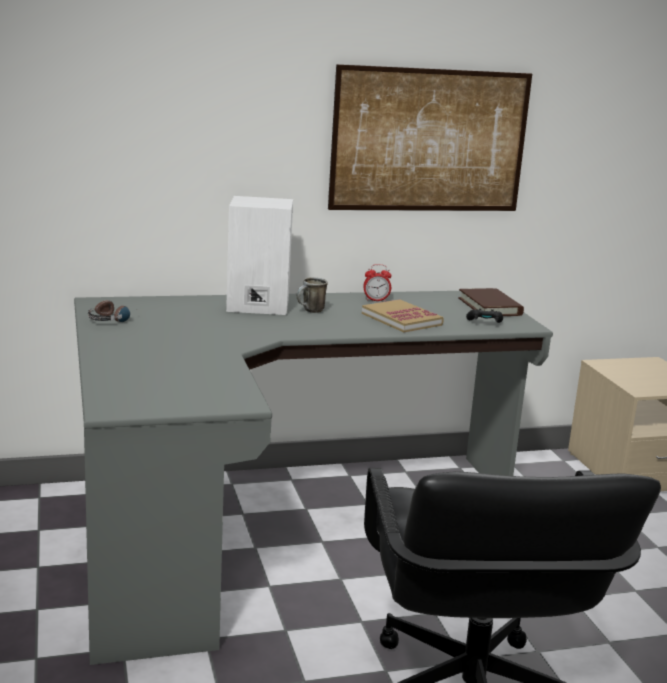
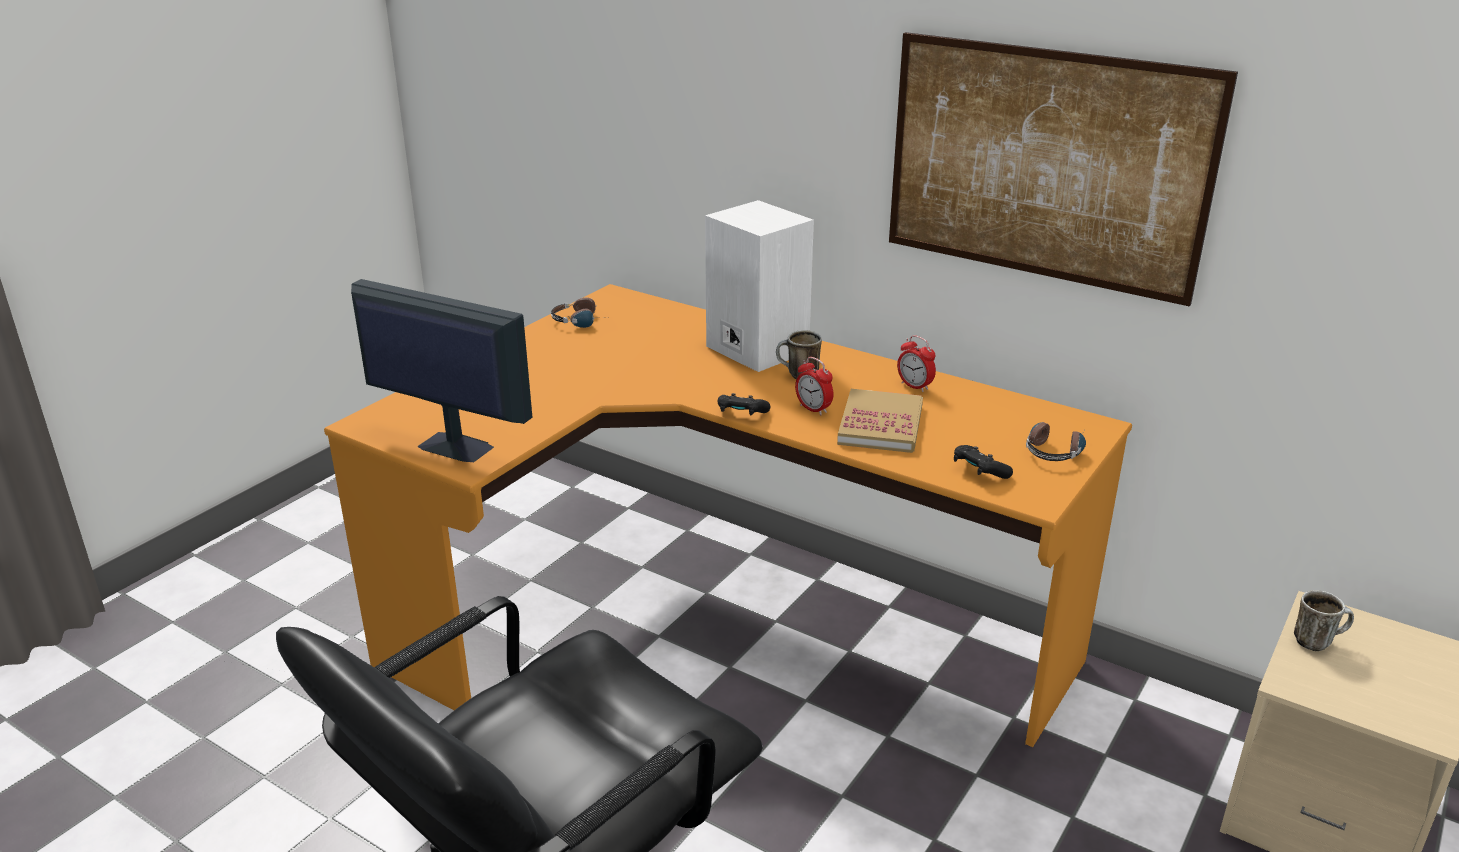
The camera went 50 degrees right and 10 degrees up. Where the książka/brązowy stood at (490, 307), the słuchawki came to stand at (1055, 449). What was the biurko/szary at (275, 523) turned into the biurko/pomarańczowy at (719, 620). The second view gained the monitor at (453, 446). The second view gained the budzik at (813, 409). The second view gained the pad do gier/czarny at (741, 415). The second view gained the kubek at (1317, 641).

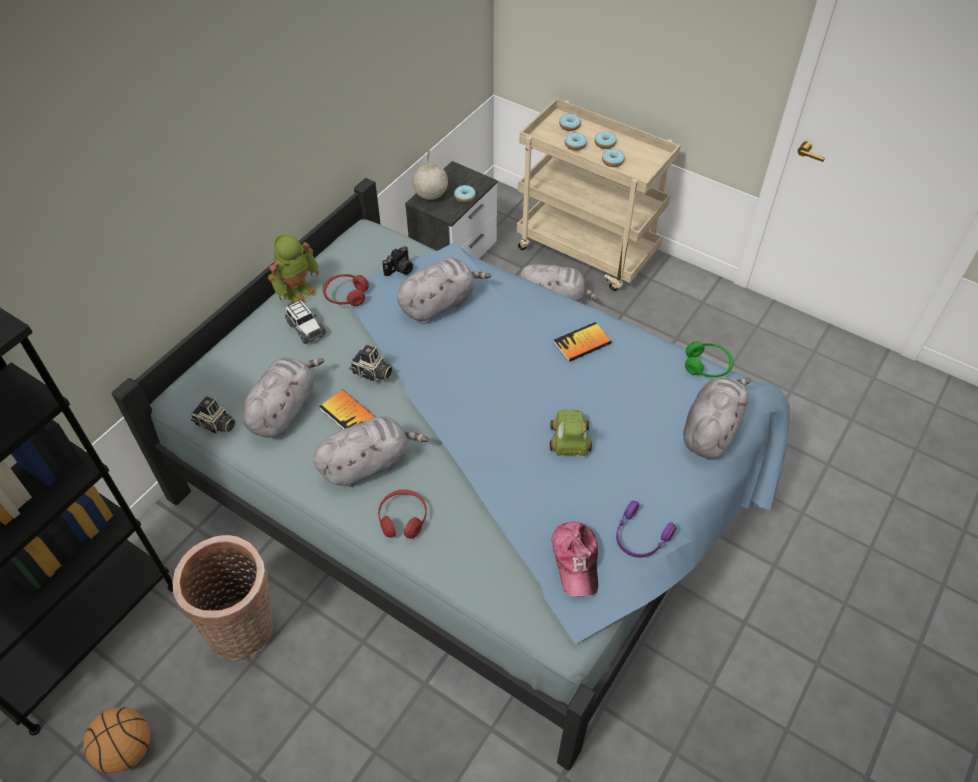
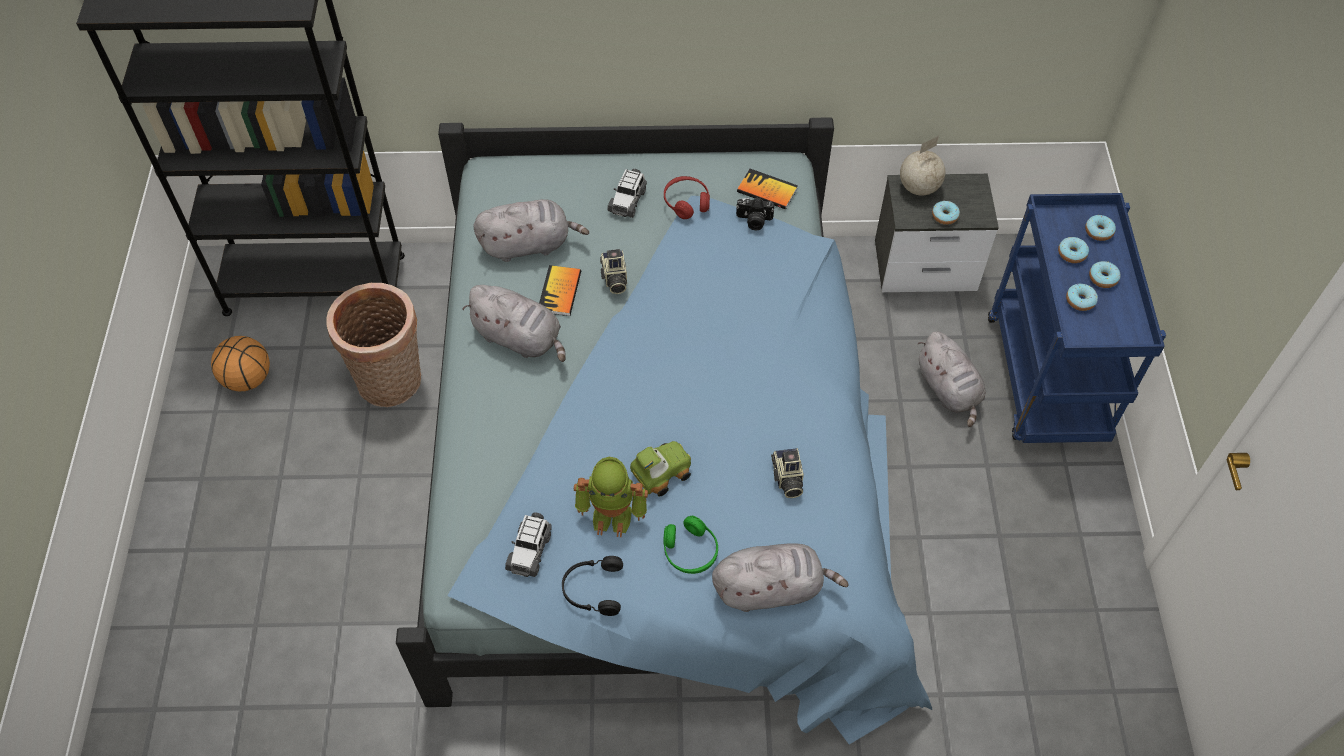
The camera went 55 degrees right and 5 degrees up. What was the wózek/beżowy at (588, 251) turned into the wózek/niebieski at (1047, 381). The robot zabawkowy ended up elsewhere, having gone from (297, 290) to (613, 514). The second view lost the pluszak/szary at (439, 303). The książka ended up elsewhere, having gone from (582, 343) to (767, 190). The słuchawki/zielony ended up elsewhere, having gone from (707, 366) to (690, 551). The aparat fotograficzny ended up elsewhere, having gone from (216, 425) to (787, 479). The second view lost the słuchawki/czerwony at (403, 518). What was the słuchawki/fioletowy at (639, 537) turned into the słuchawki/czarny at (592, 589). Where the czapka z daszkiem stood at (576, 560), the samochodzik came to stand at (530, 550).

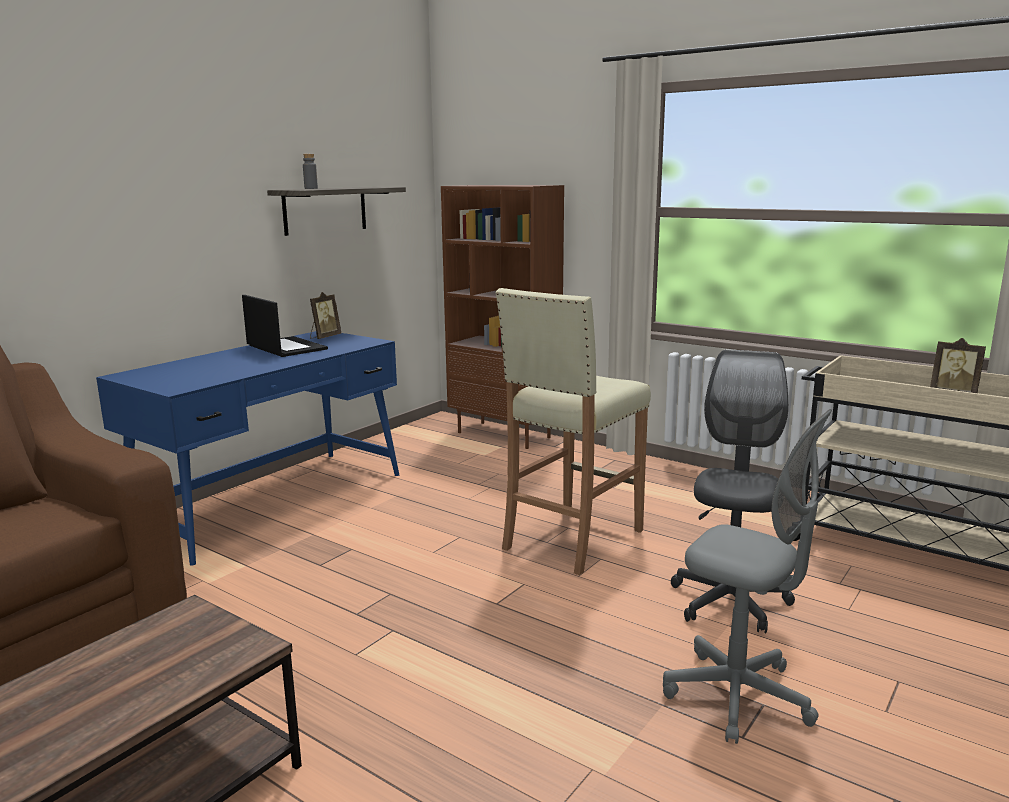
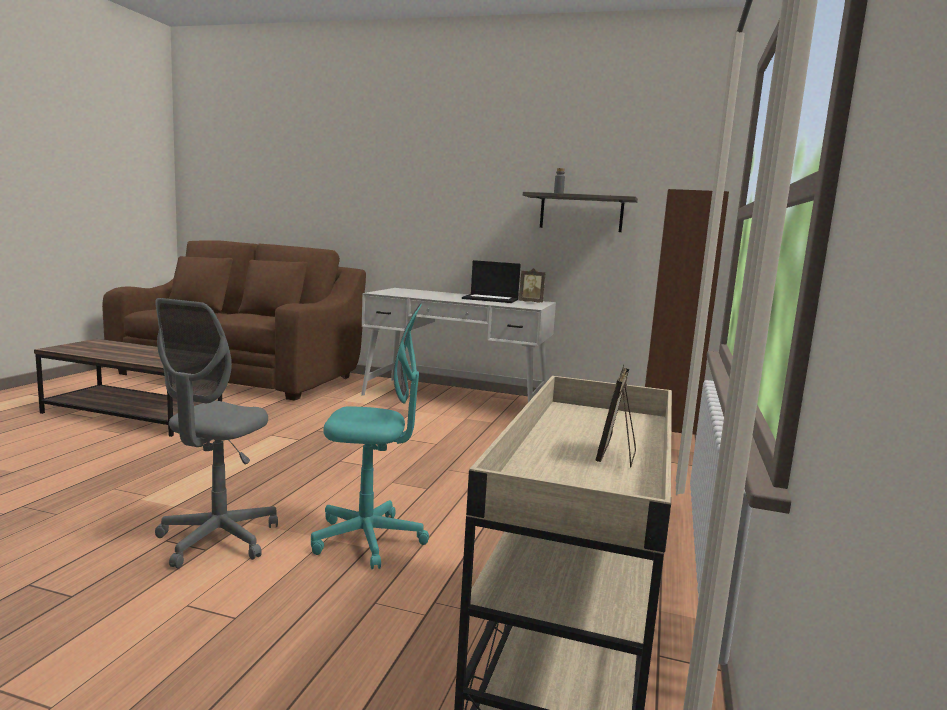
The camera went 70 degrees right and 5 degrees down. The second view lost the stołek/beżowy at (572, 540). The laptop at (285, 347) ended up facing another way, 75 degrees clockwise from before. What was the biurko/niebieski at (273, 501) turned into the biurko/biały at (455, 398). What was the krzesło biurowe/szary at (729, 602) turned into the krzesło biurowe/turkusowy at (368, 540).

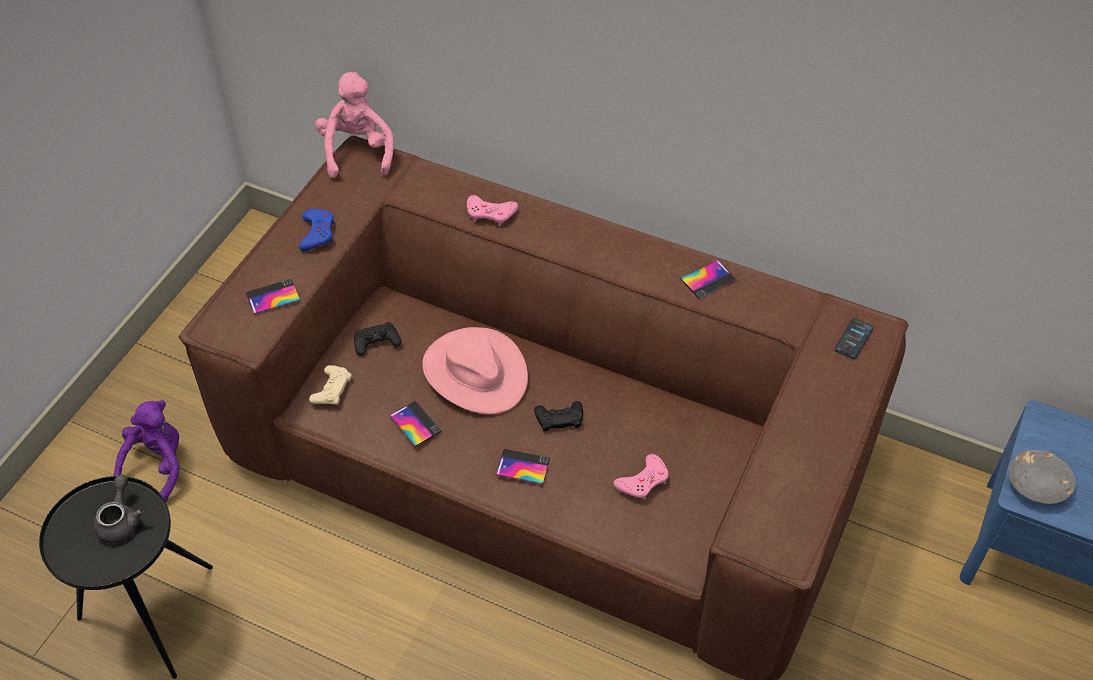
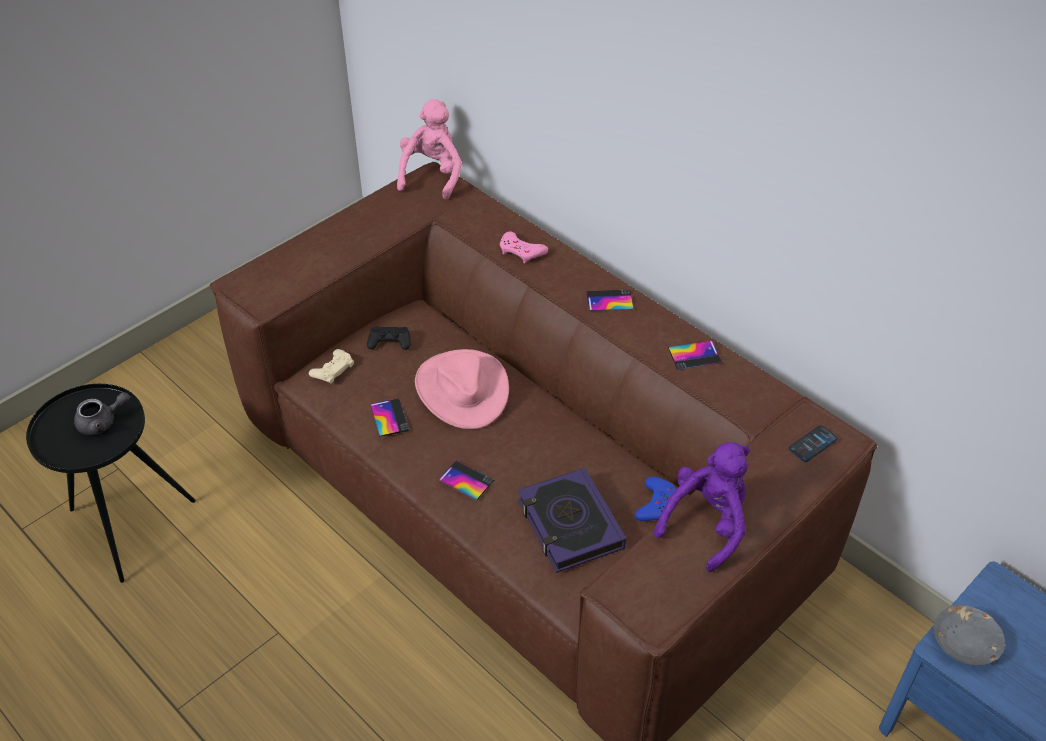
The camera went 20 degrees right and 5 degrees down. The pad do gier/niebieski ended up elsewhere, having gone from (317, 233) to (656, 503). The telefon ended up elsewhere, having gone from (272, 296) to (609, 300). The pluszak/fioletowy ended up elsewhere, having gone from (157, 466) to (707, 524). The second view lost the pad do gier/czarny at (559, 418). Where the pad do gier/różowy stood at (643, 481), the książka came to stand at (570, 525). The imbryk/szary at (120, 520) ended up facing another way, 45 degrees clockwise from before.

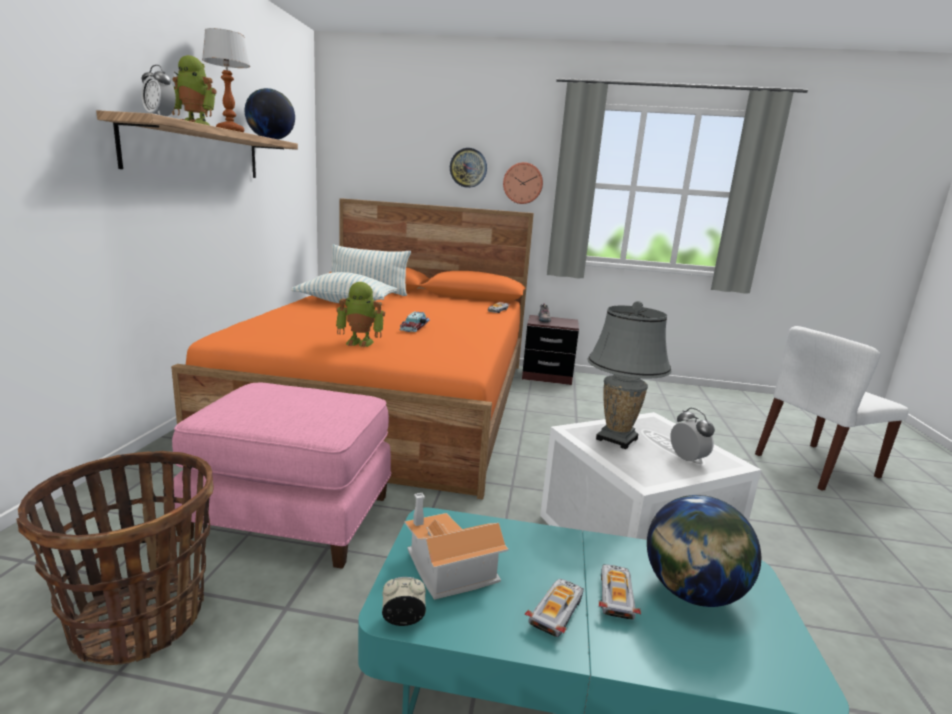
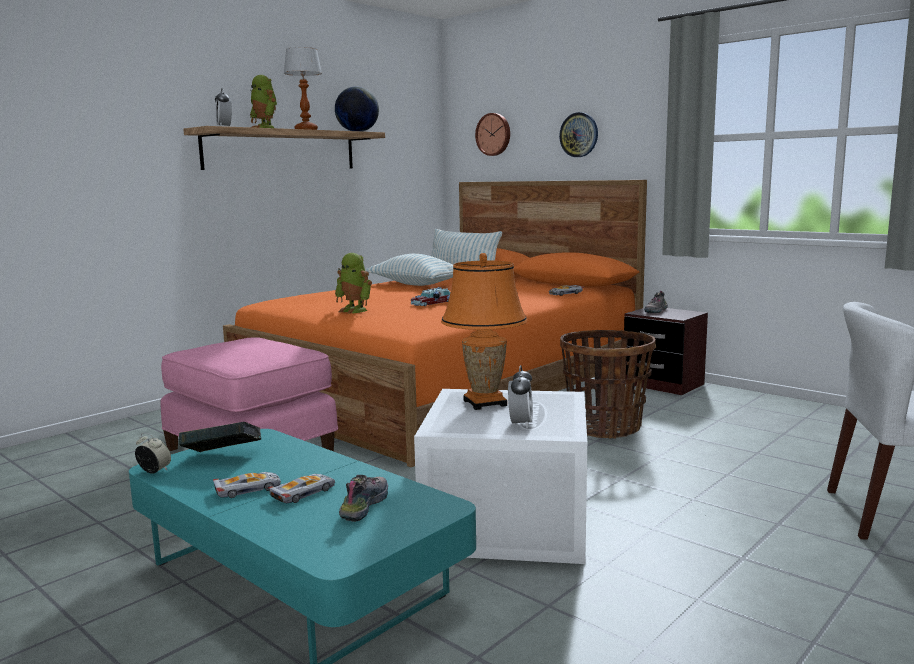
The camera went 35 degrees right and 5 degrees down. The zegar ścienny ended up elsewhere, having gone from (523, 183) to (494, 134). What was the lampa stołowa/szary at (616, 439) turned into the lampa stołowa/pomarańczowy at (484, 403). The koszyk ended up elsewhere, having gone from (139, 620) to (605, 427). Where the domek stood at (447, 568), the książka came to stand at (222, 457). Where the globus stood at (692, 593), the but came to stand at (364, 505).

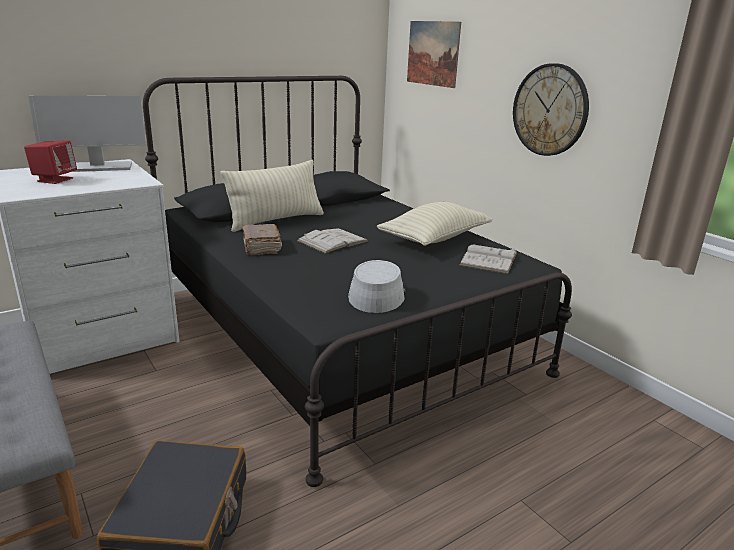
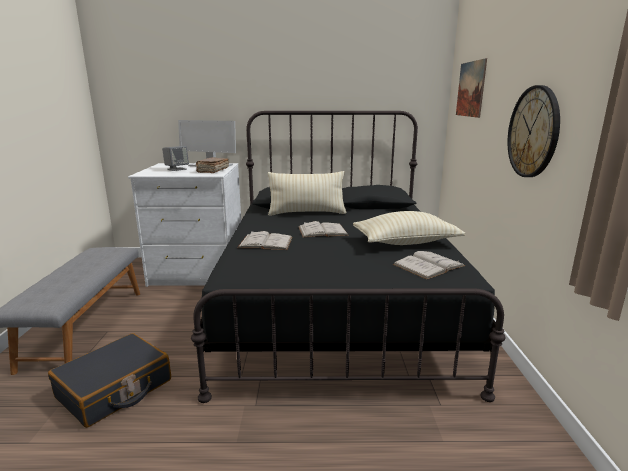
The camera went 35 degrees right and 5 degrees down. What was the głośnik/czerwony at (55, 180) turned into the głośnik/szary at (176, 169). The książka/brązowy ended up elsewhere, having gone from (261, 247) to (212, 171). The second view lost the kapelusz/szary at (377, 294). The second view gained the książka/biały at (265, 242).

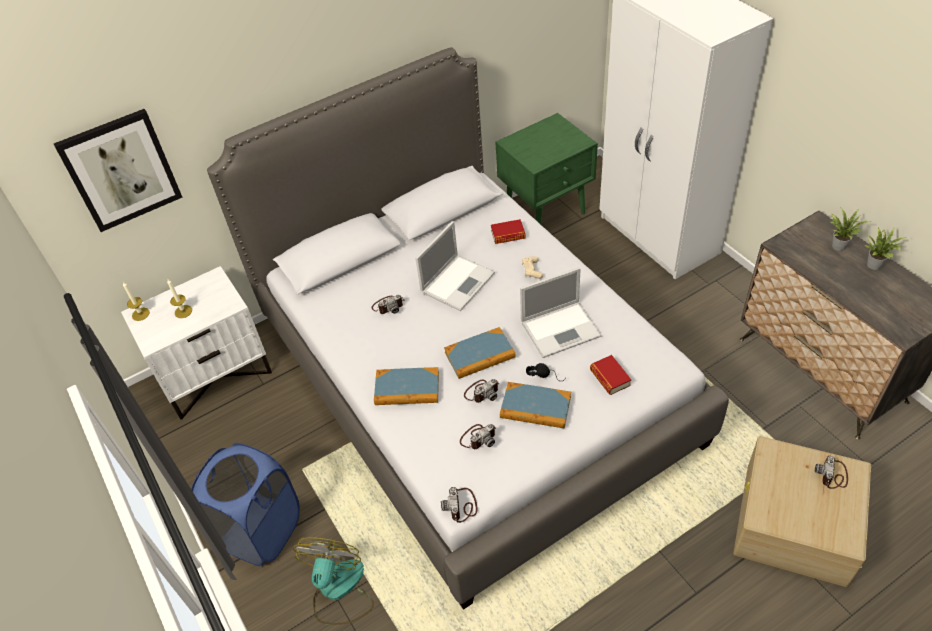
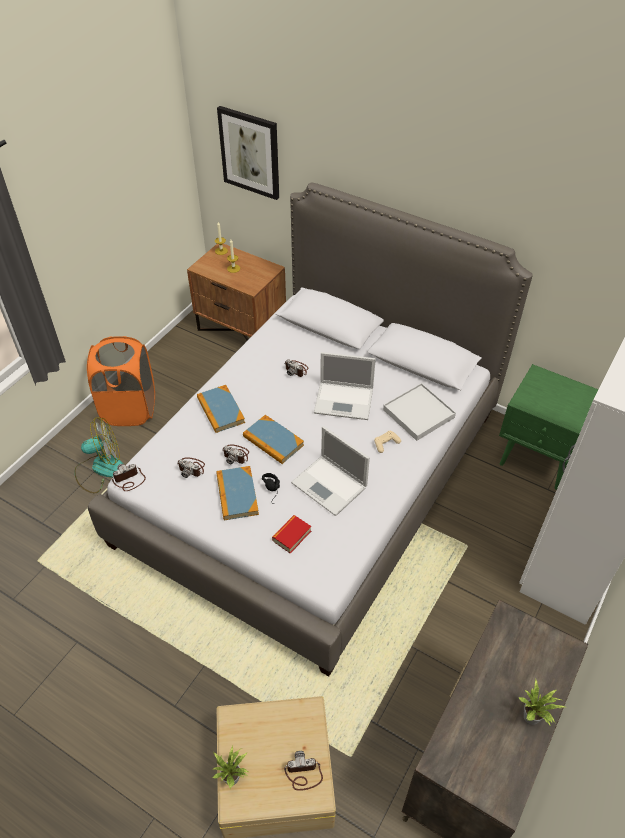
The camera went 60 degrees right and 0 degrees up. The roślina doniczkowa ended up elsewhere, having gone from (838, 245) to (233, 777). Where the książka stood at (508, 235), the taca/biały came to stand at (419, 413). What was the szafka nocna/biały at (216, 375) turned into the szafka nocna/brązowy at (241, 329). What was the kosz na pranie/niebieski at (261, 531) turned into the kosz na pranie/pomarańczowy at (130, 409).

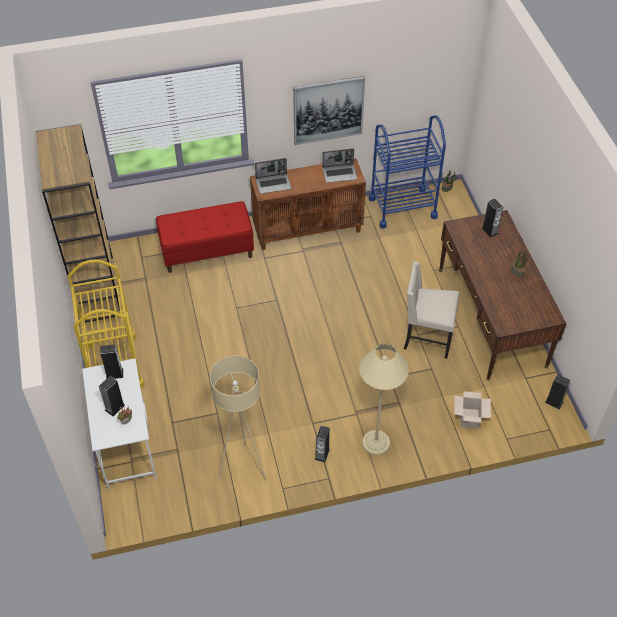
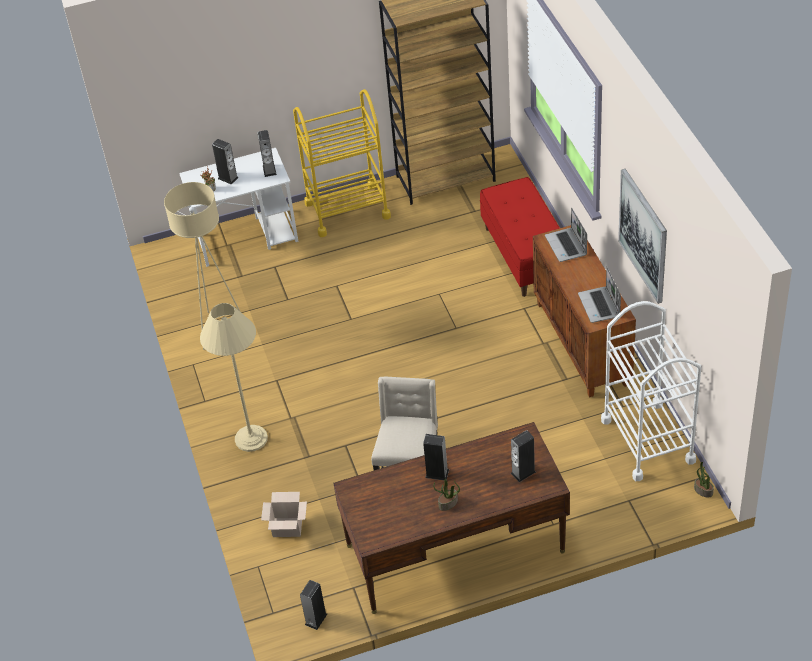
The camera went 90 degrees right and 5 degrees down. What was the wózek/niebieski at (402, 207) turned into the wózek/biały at (648, 440). The głośnik ended up elsewhere, having gone from (322, 454) to (437, 473).

